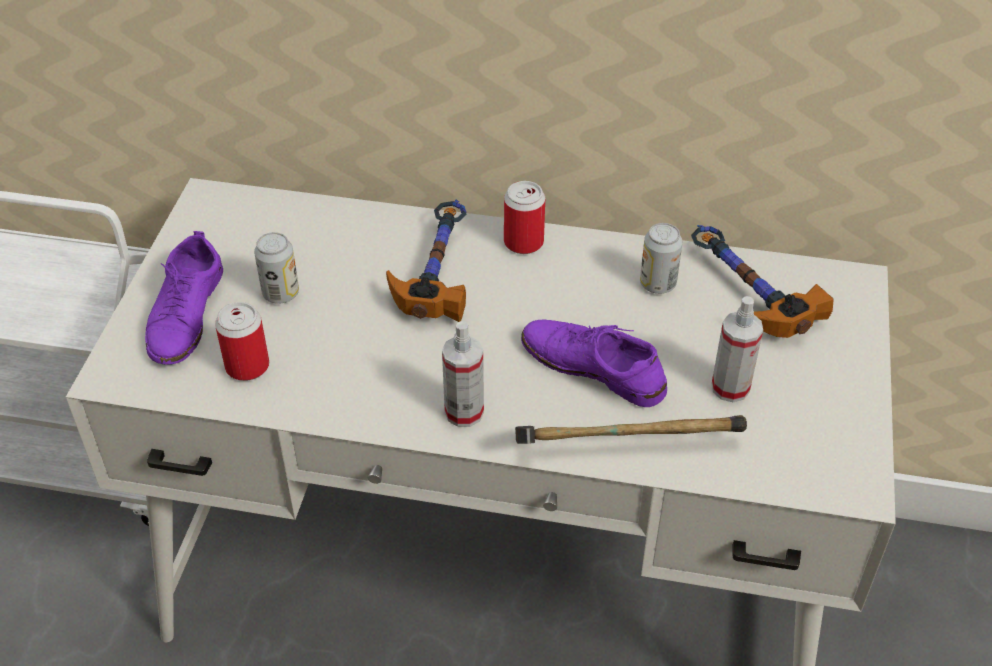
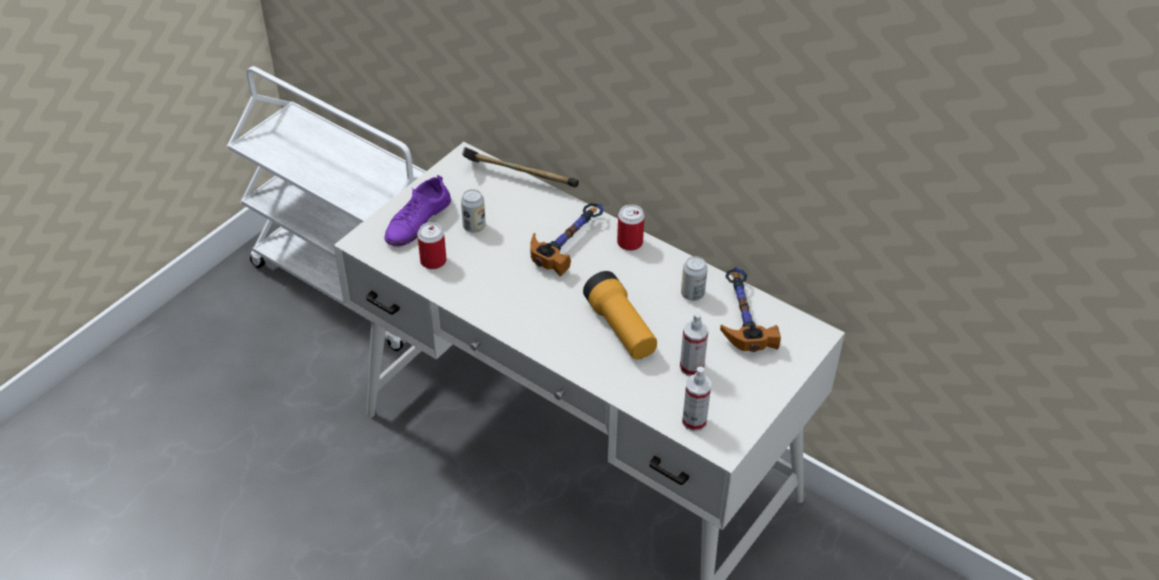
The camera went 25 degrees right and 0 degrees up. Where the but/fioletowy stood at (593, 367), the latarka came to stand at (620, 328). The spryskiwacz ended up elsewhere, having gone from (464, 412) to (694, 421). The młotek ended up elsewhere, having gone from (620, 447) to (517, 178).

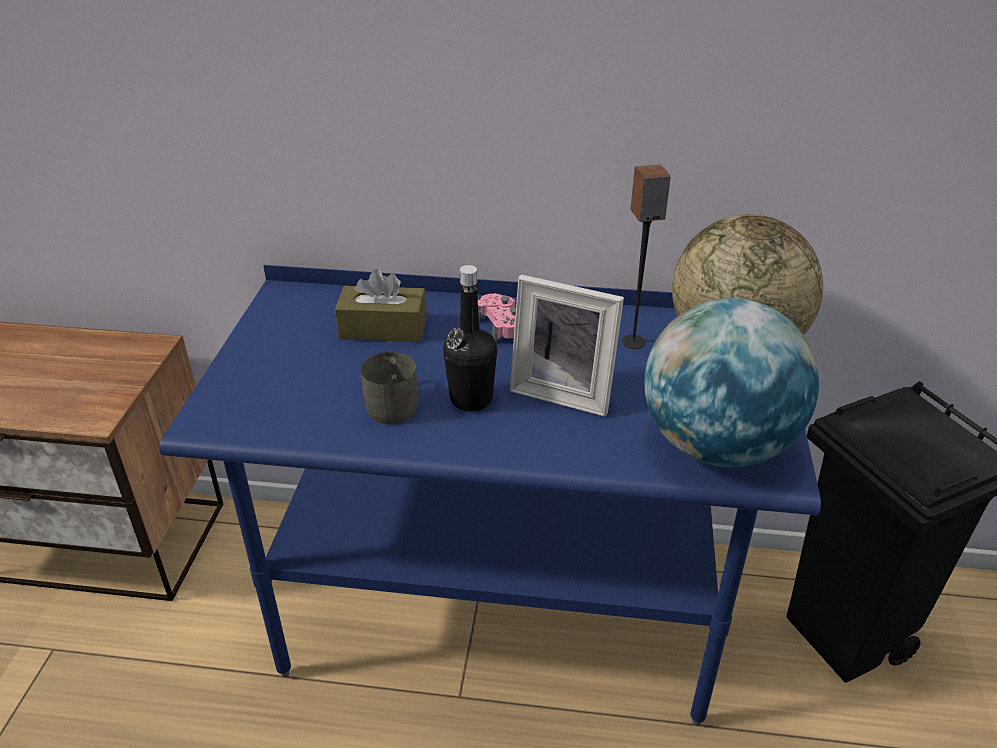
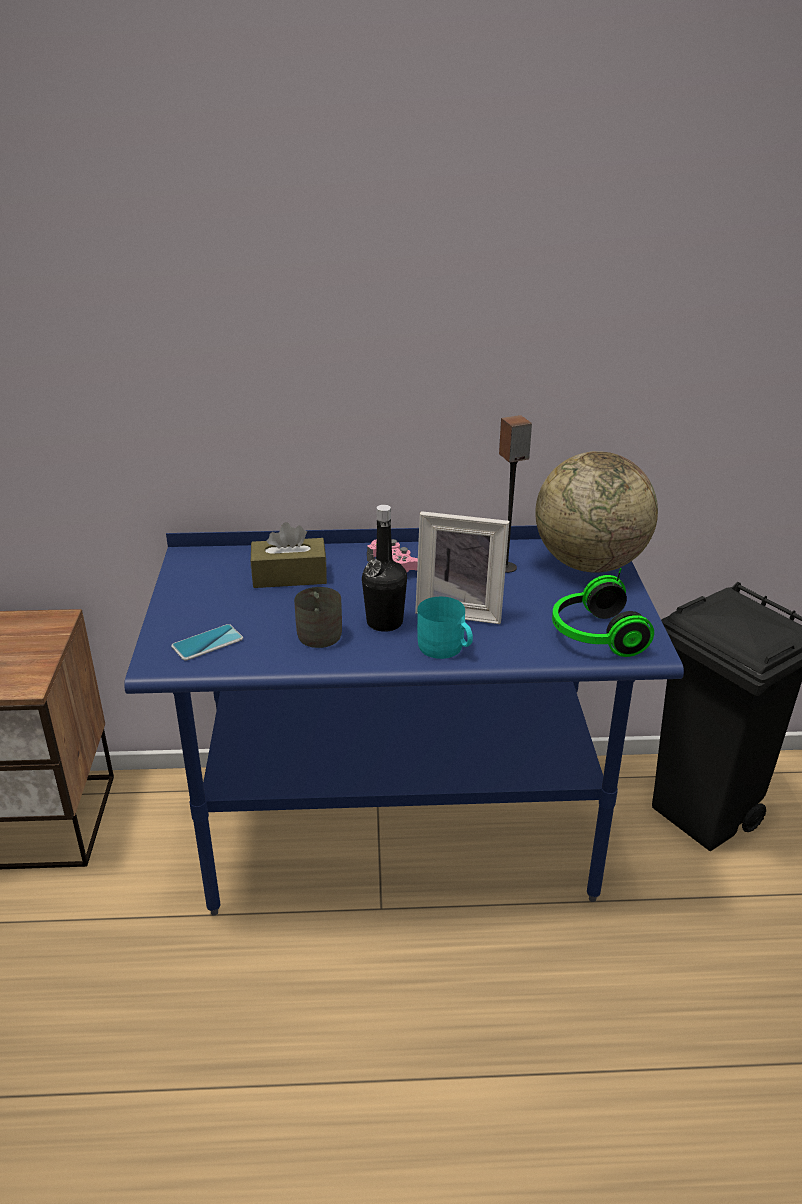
The camera went 10 degrees left and 5 degrees down. Where the globus stood at (716, 445), the słuchawki came to stand at (594, 636). The second view gained the kubek/turkusowy at (445, 649). The second view gained the telefon at (207, 643).

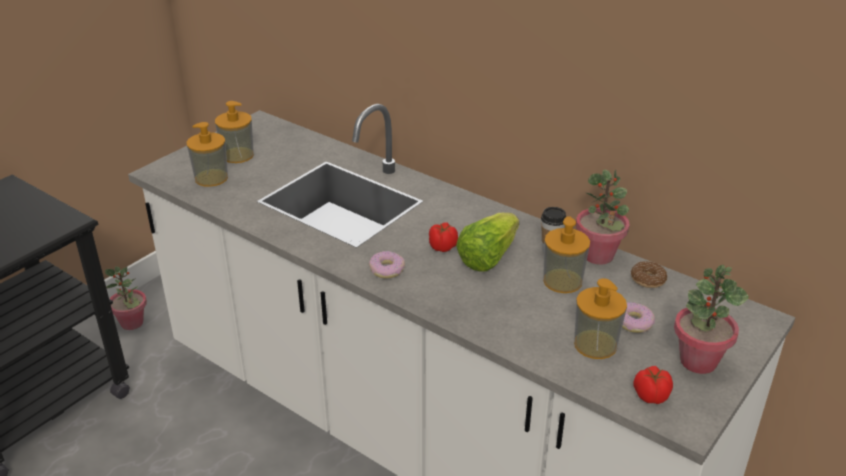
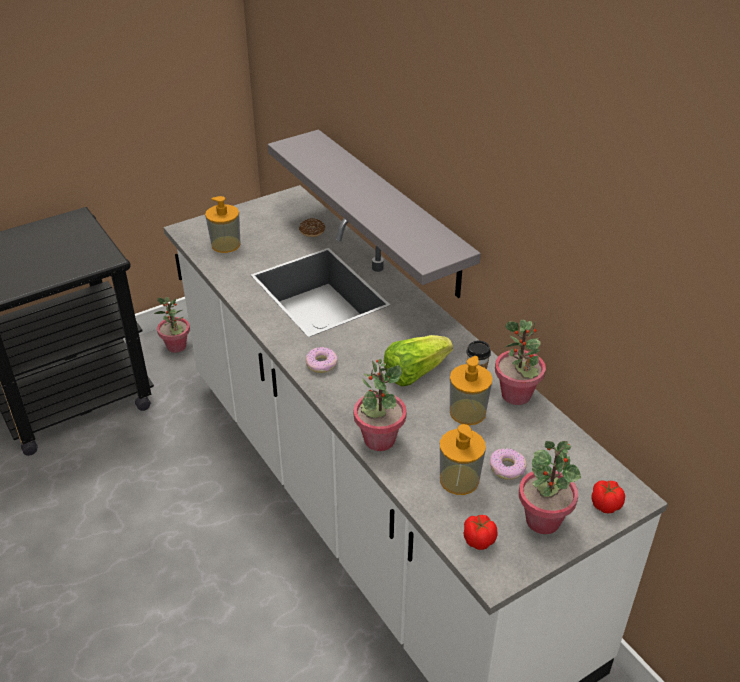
The camera went 20 degrees right and 5 degrees up. The second view lost the dozownik mydła at (238, 155). The pomidor ended up elsewhere, having gone from (442, 247) to (605, 504). The donut ended up elsewhere, having gone from (647, 279) to (312, 231). The second view gained the półka/szary at (390, 212). The second view gained the roślina doniczkowa at (379, 439).

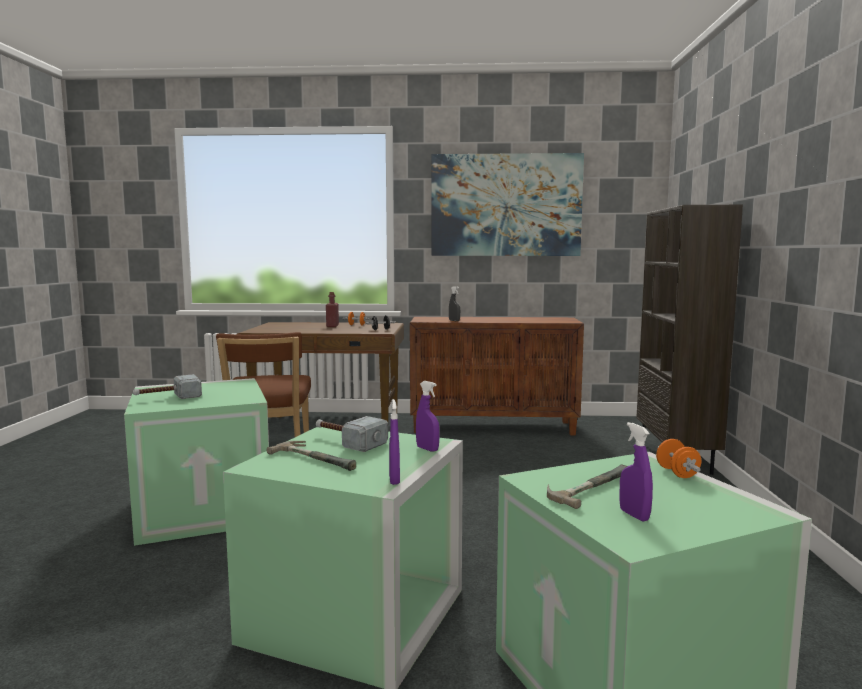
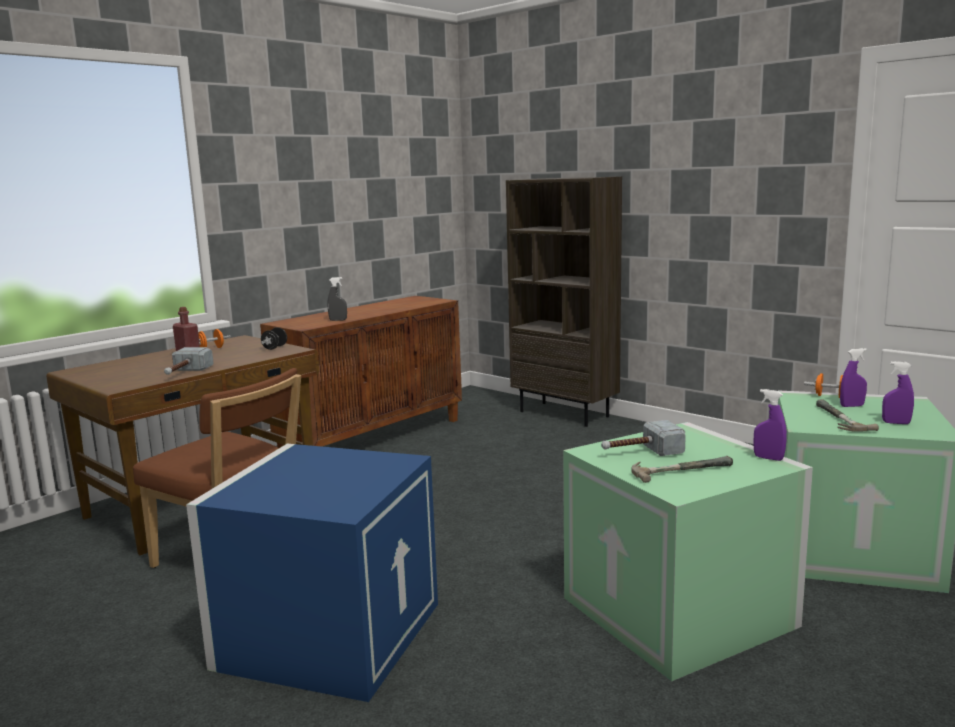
The camera went 50 degrees left and 5 degrees up. The second view lost the obraz at (506, 205). The młotek ended up elsewhere, having gone from (168, 398) to (184, 373). What was the pojemnik do przechowywania/zielony at (206, 508) turned into the pojemnik do przechowywania/niebieski at (328, 633). The spryskiwacz/fioletowy ended up elsewhere, having gone from (427, 449) to (852, 406).

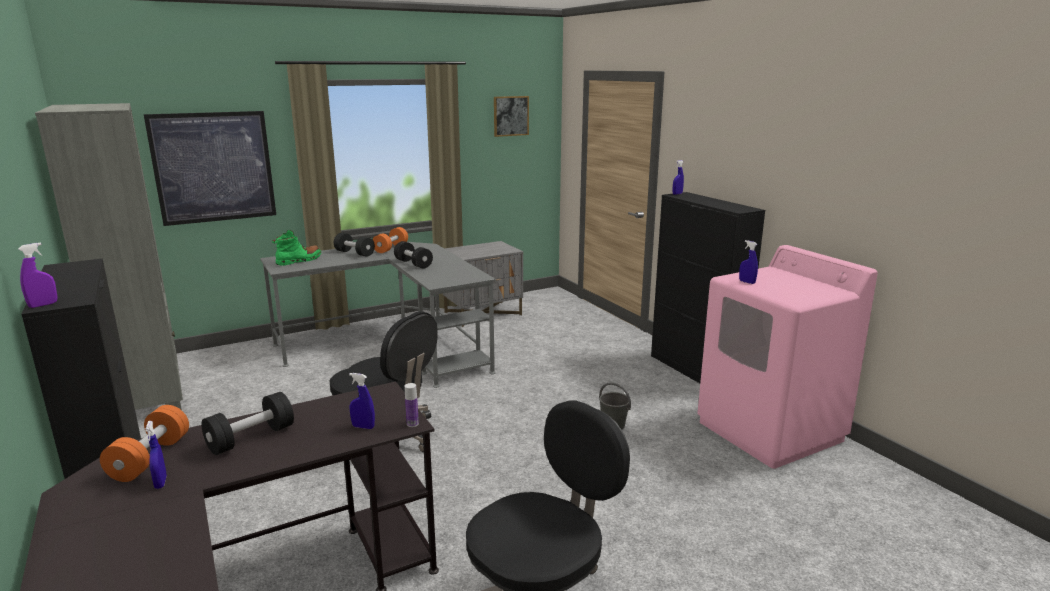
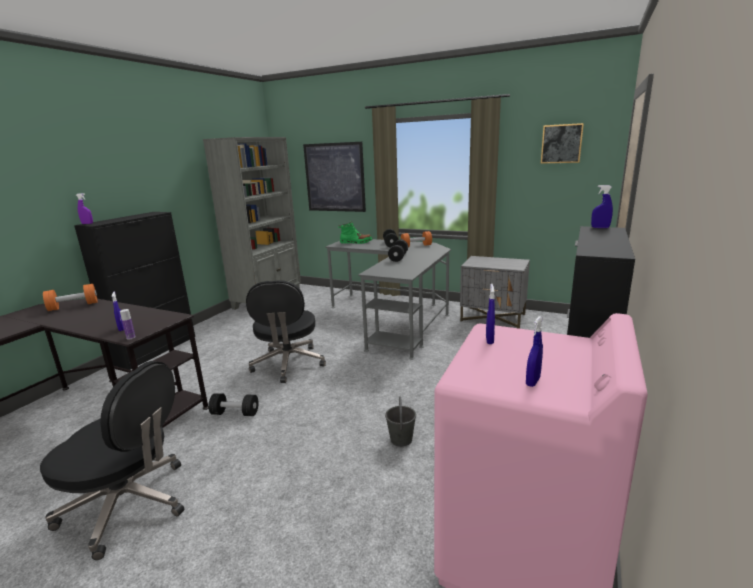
The camera went 55 degrees right and 0 degrees up. The hantel/czarny ended up elsewhere, having gone from (251, 438) to (235, 413). The spryskiwacz/niebieski ended up elsewhere, having gone from (161, 483) to (533, 382).

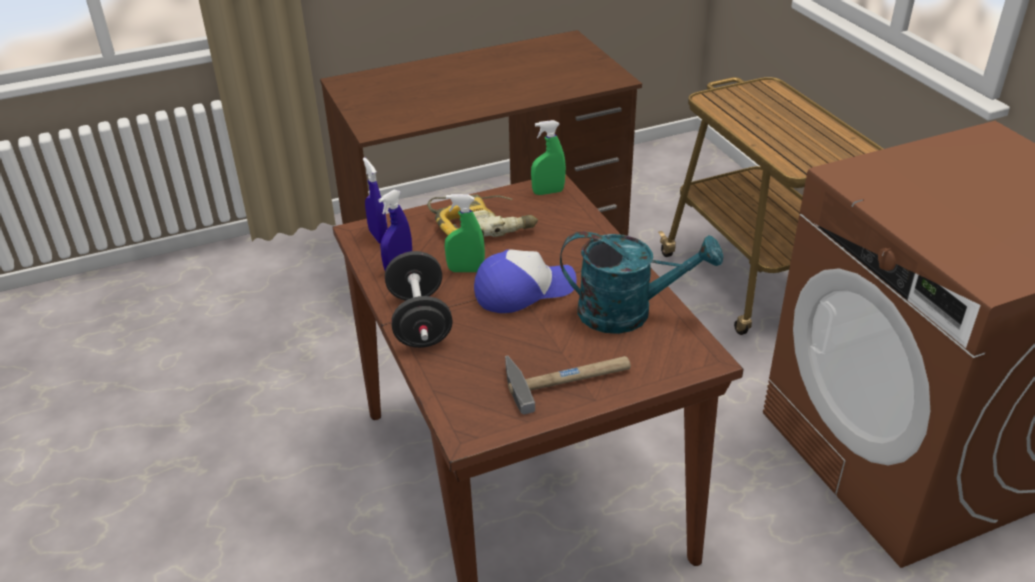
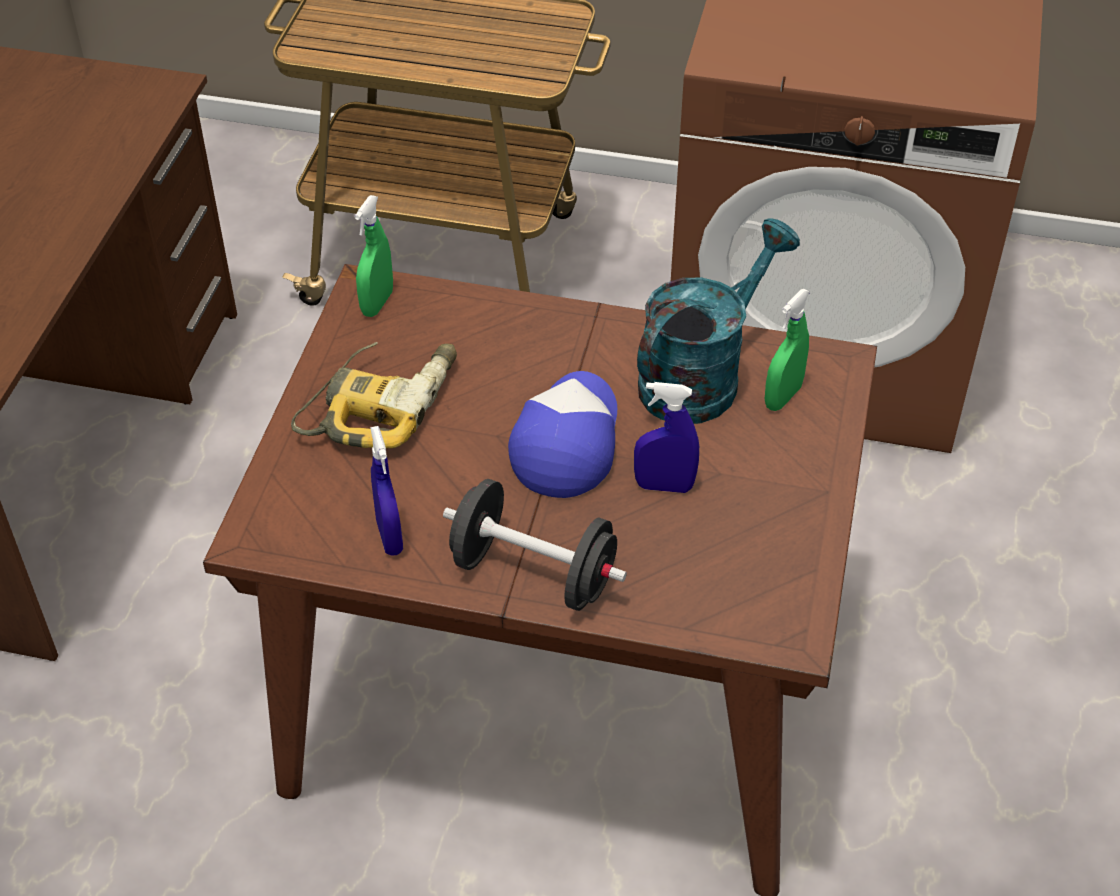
The camera went 55 degrees left and 10 degrees up. The spryskiwacz/niebieski ended up elsewhere, having gone from (378, 236) to (664, 486). The spryskiwacz/zielony ended up elsewhere, having gone from (466, 270) to (783, 397). The second view lost the młotek at (568, 378).

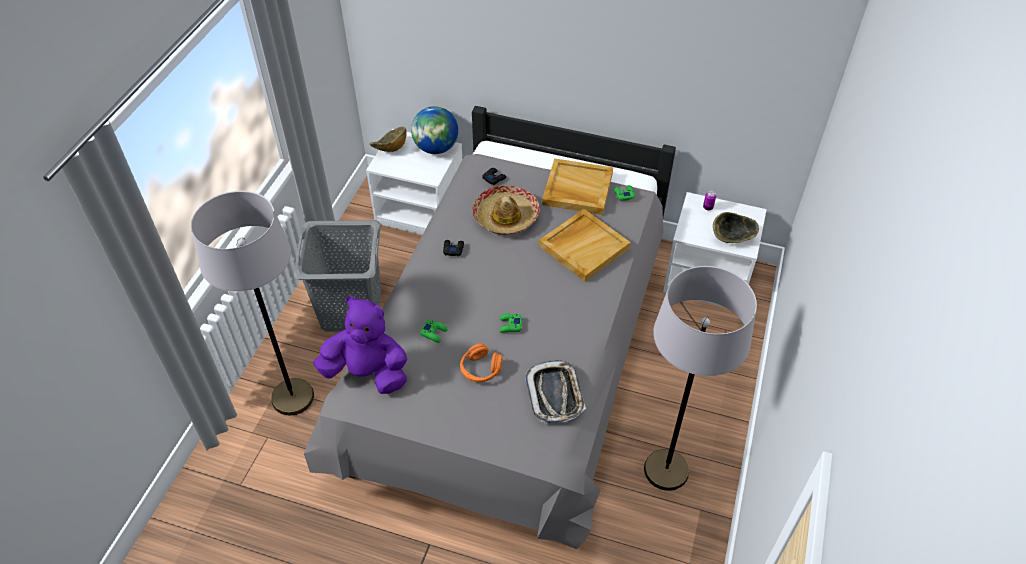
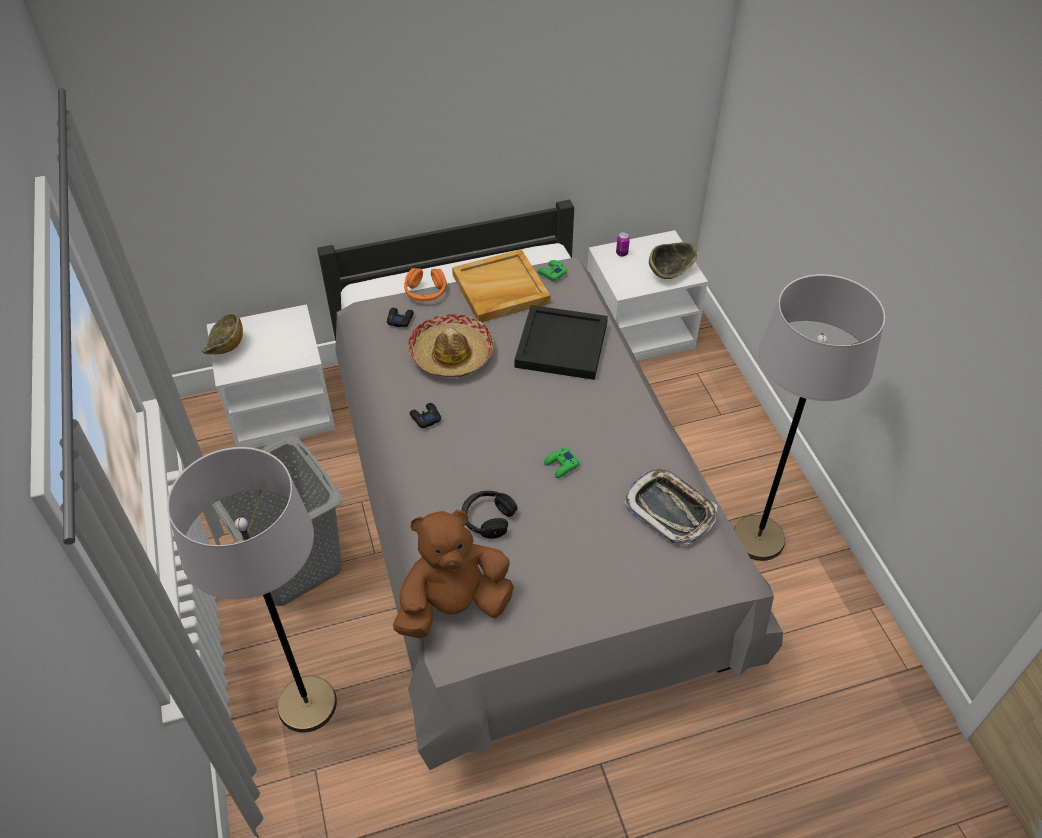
The camera went 35 degrees left and 0 degrees up. The second view lost the globus at (436, 148). What was the taca/beżowy at (584, 246) turned into the taca/czarny at (561, 344). What was the pluszak/fioletowy at (367, 373) turned into the pluszak/brązowy at (453, 605). Where the pad do gier/zielony stood at (434, 333), the słuchawki/czarny came to stand at (487, 518). The słuchawki/pomarańczowy ended up elsewhere, having gone from (480, 369) to (425, 292).

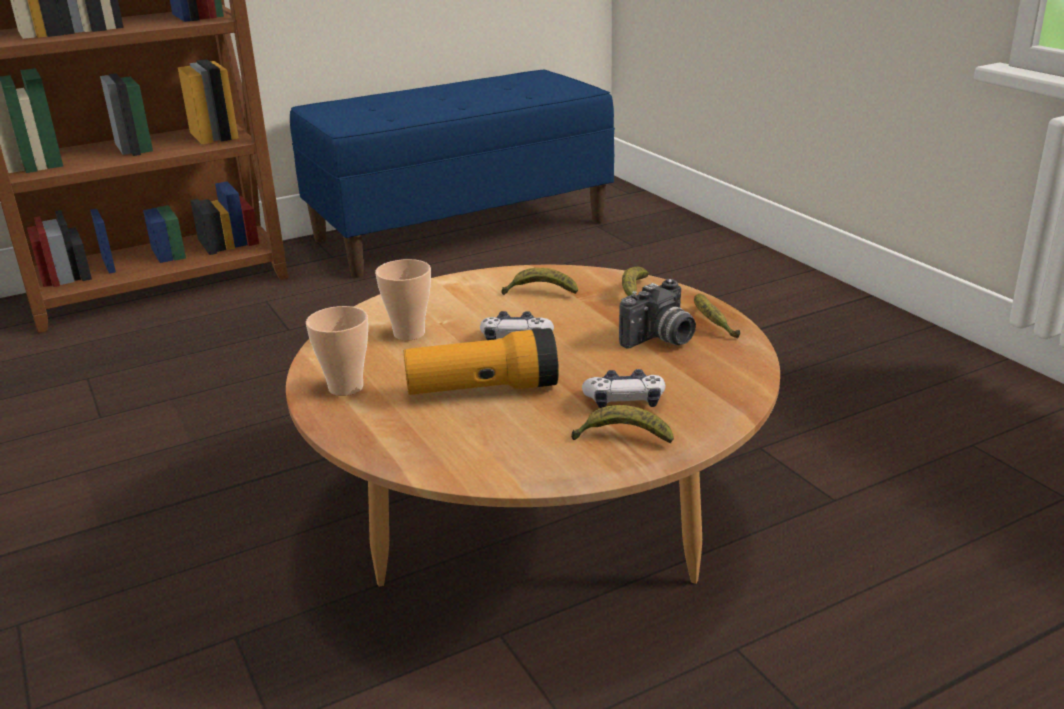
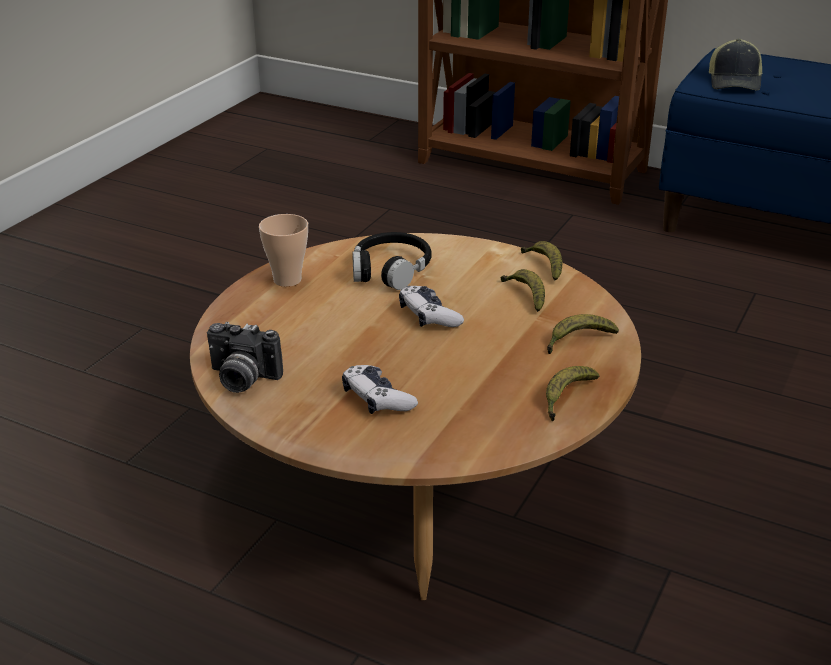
The camera went 55 degrees right and 5 degrees up. Where the filiżanka stood at (409, 333), the słuchawki/czarny came to stand at (390, 270). The aparat fotograficzny ended up elsewhere, having gone from (660, 340) to (241, 379). The second view lost the latarka at (482, 389). The banan ended up elsewhere, having gone from (622, 438) to (544, 266). The second view gained the czapka z daszkiem at (735, 82).

